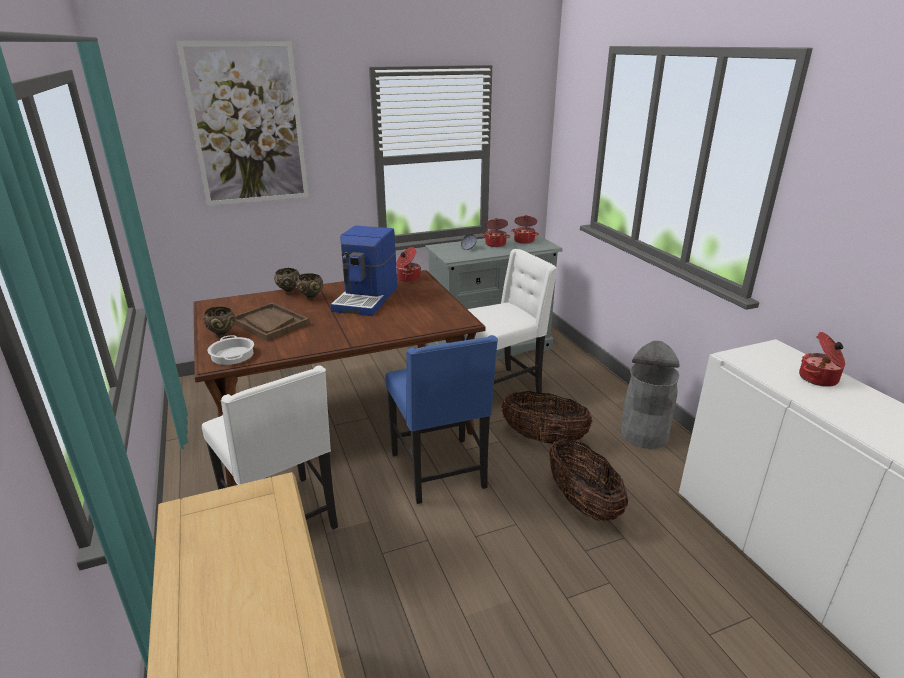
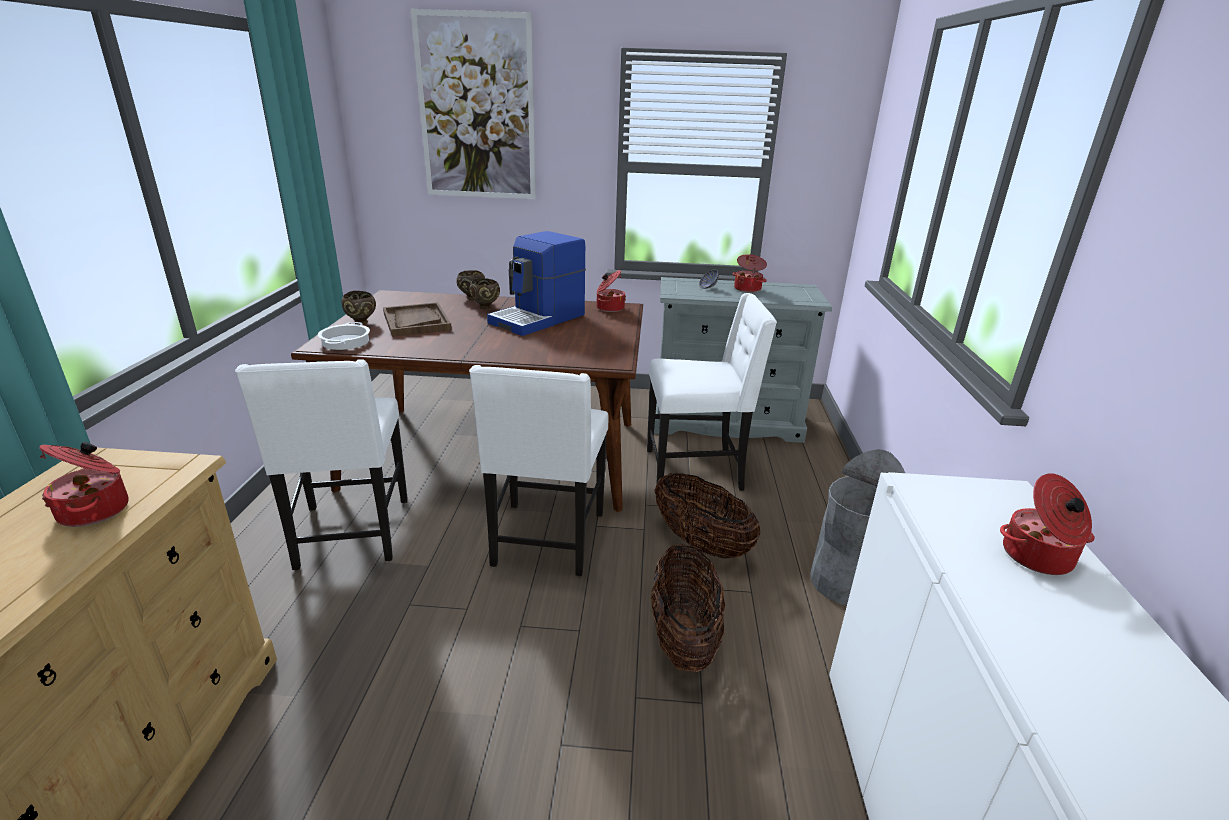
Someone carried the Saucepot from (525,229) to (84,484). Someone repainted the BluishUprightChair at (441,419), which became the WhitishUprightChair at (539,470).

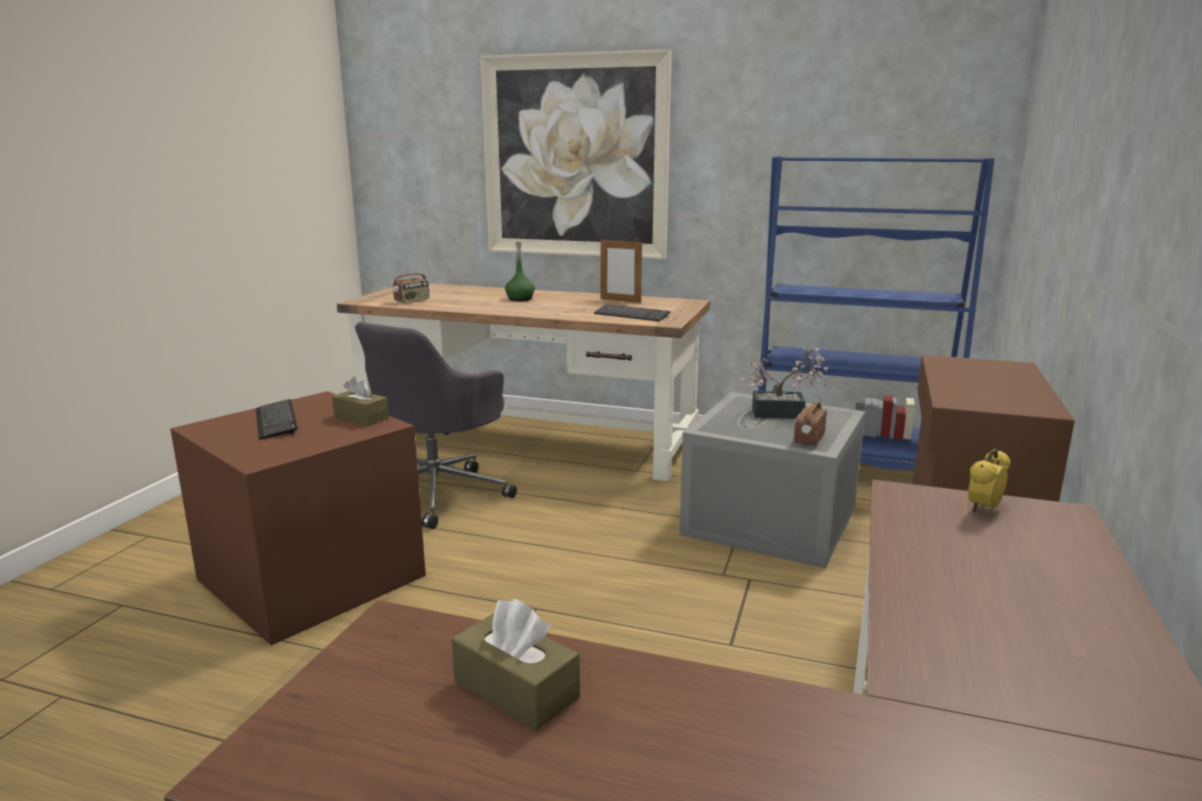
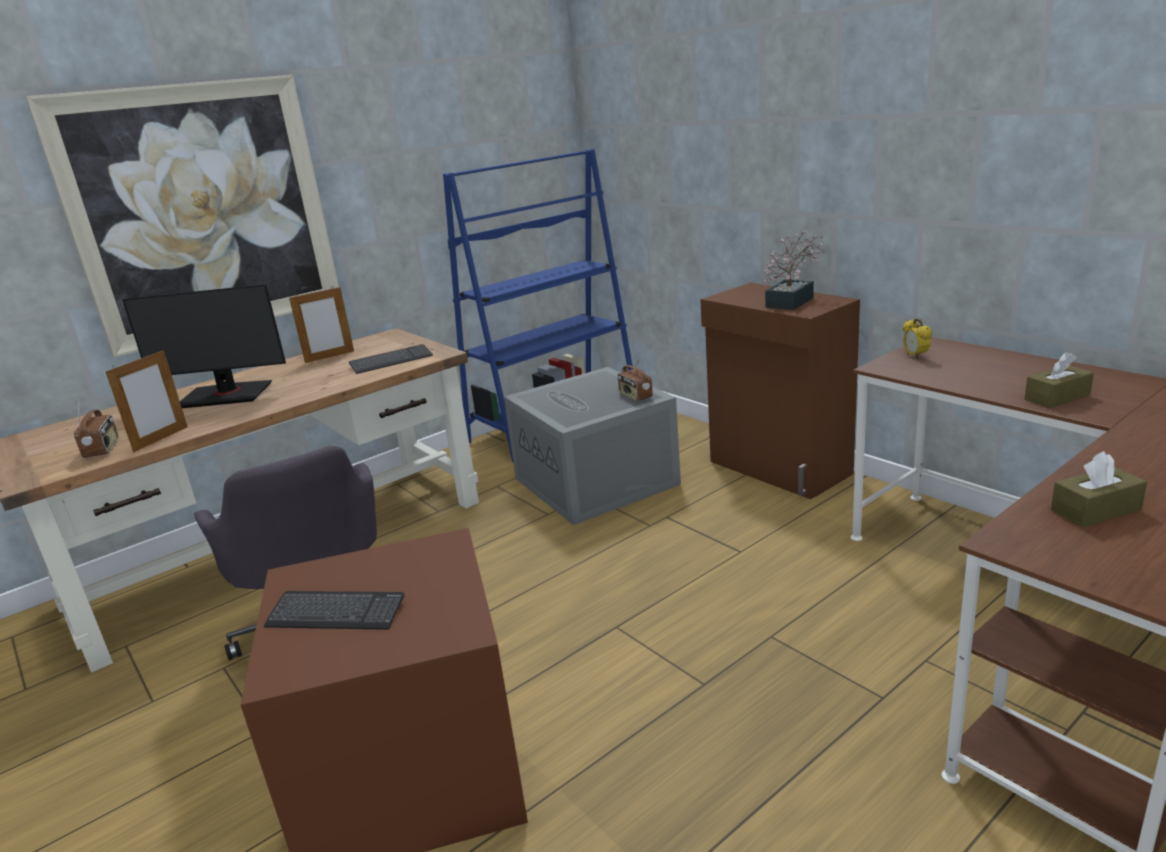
Someone put down the StandingFrame at (146,401). Someone carried the BrownColouredTissueBox from (360,401) to (1059,380). Someone carried the PlantInAPot from (784,383) to (794,270). Someone swapped the GreenColouredDrinkBottle at (520,271) for the Monitor at (204,346).

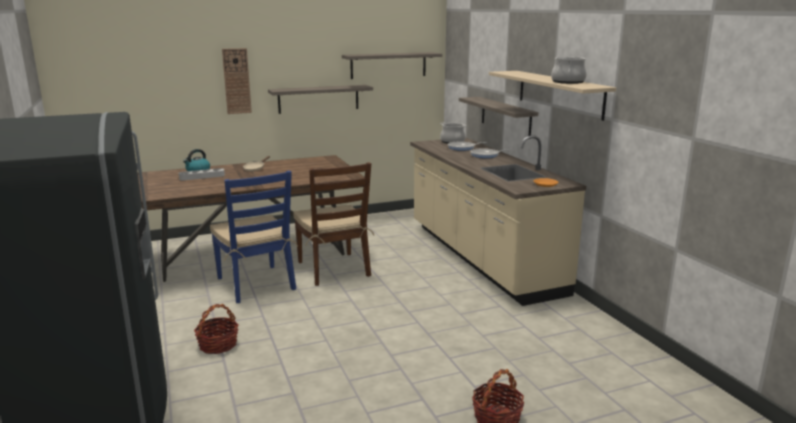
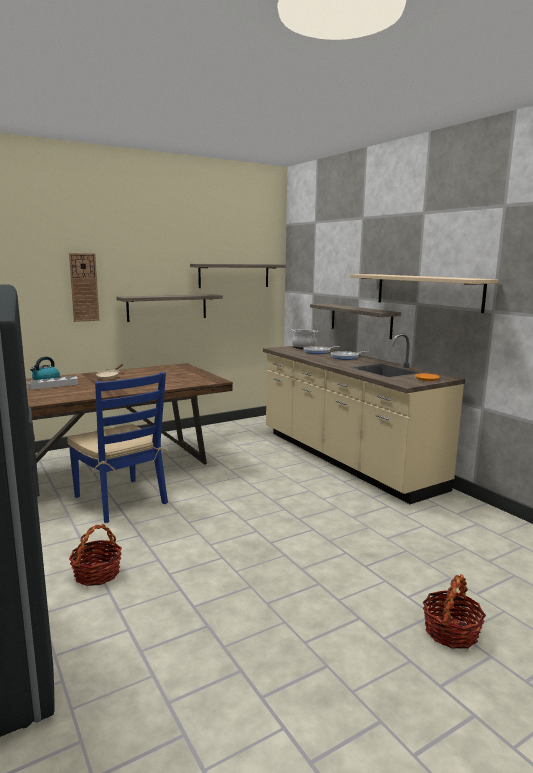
Someone took away the BrownColouredUprightChair at (333,224). Someone took away the Saucepot at (569,70).

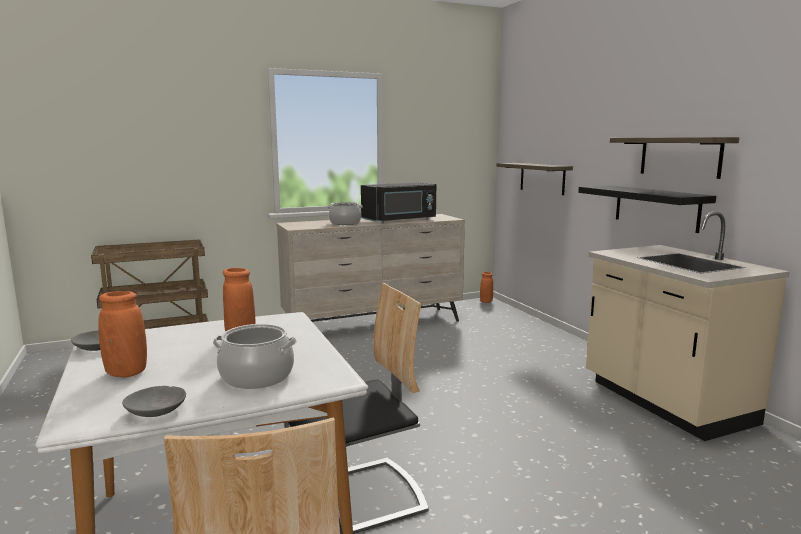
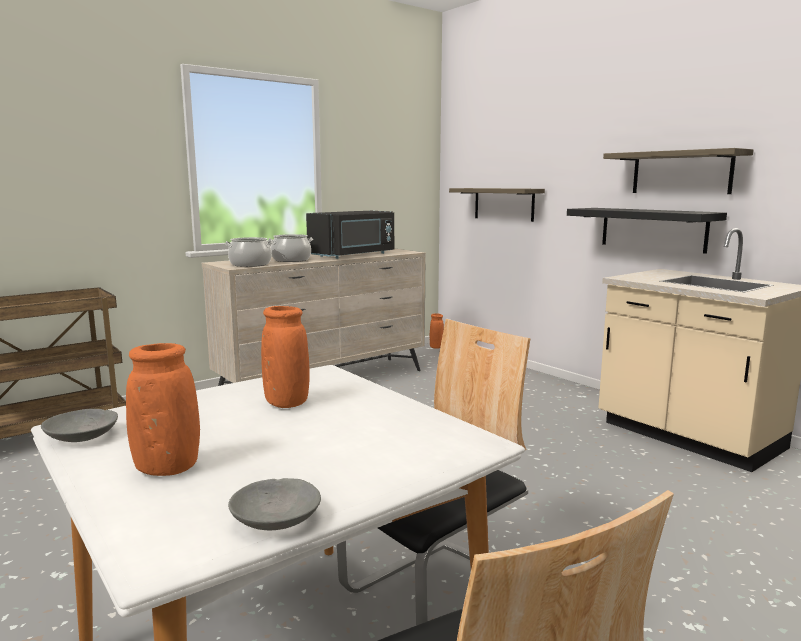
Someone carried the Saucepot from (255,356) to (249,252).

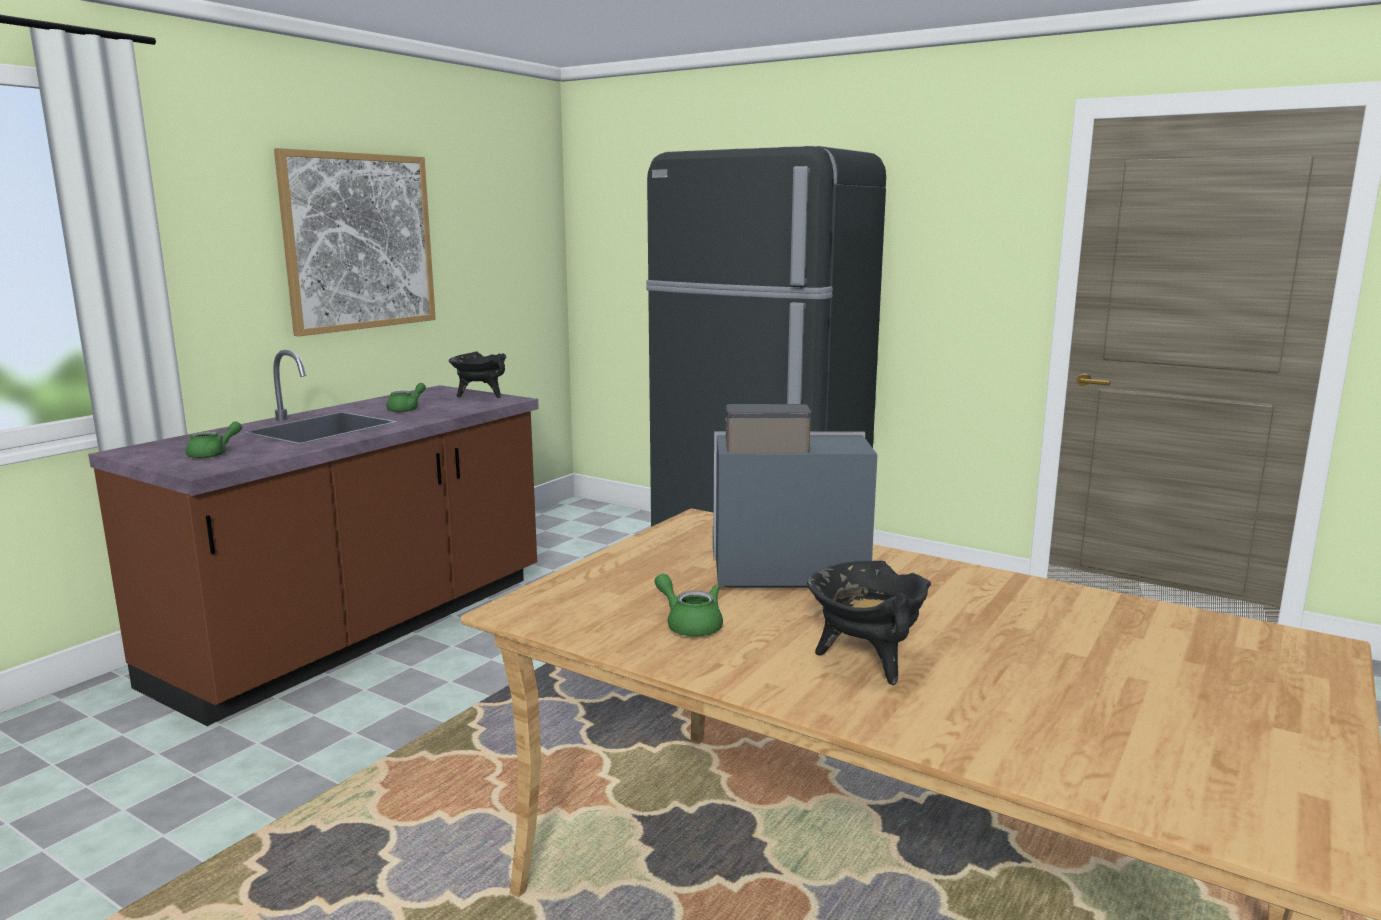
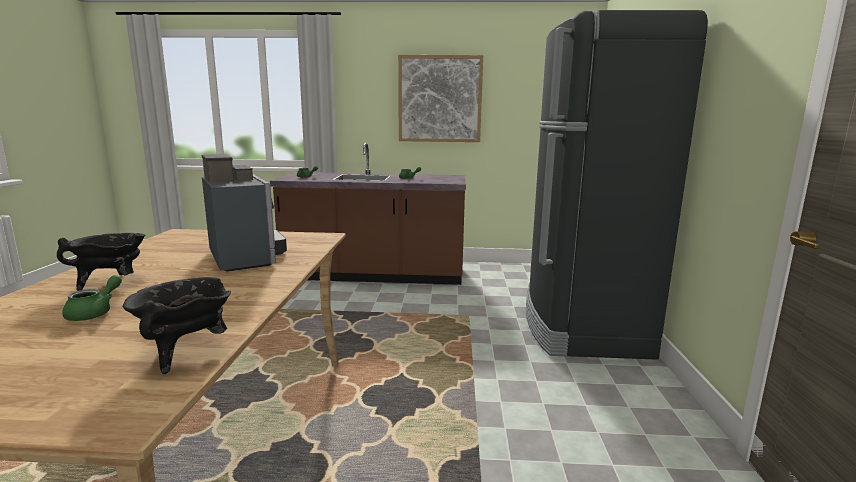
Someone carried the BlackishSaucepot from (477,375) to (177,325). Someone carried the GreenColouredPotForTea from (689,604) to (92,298).

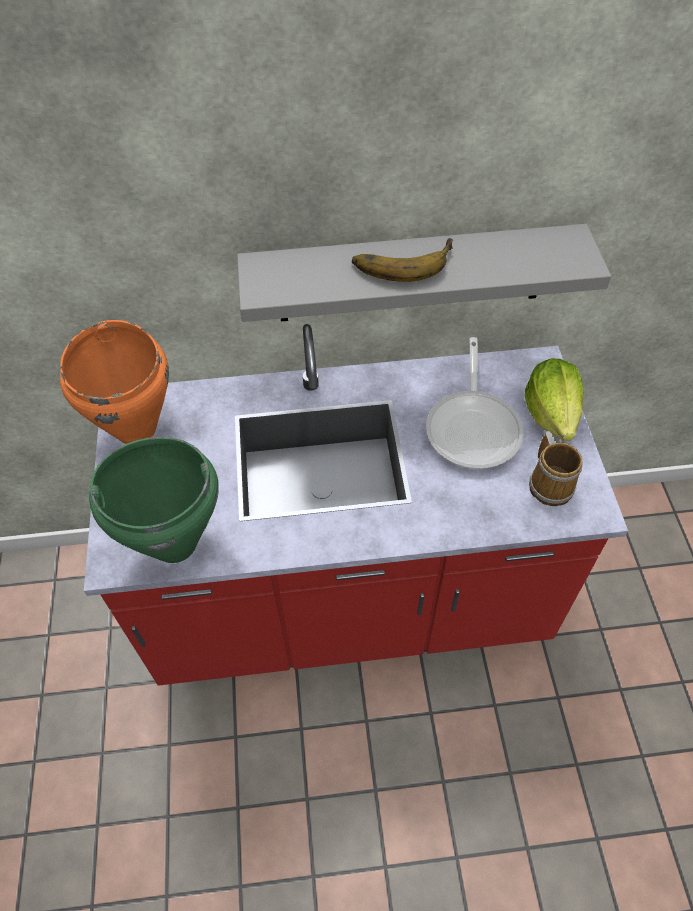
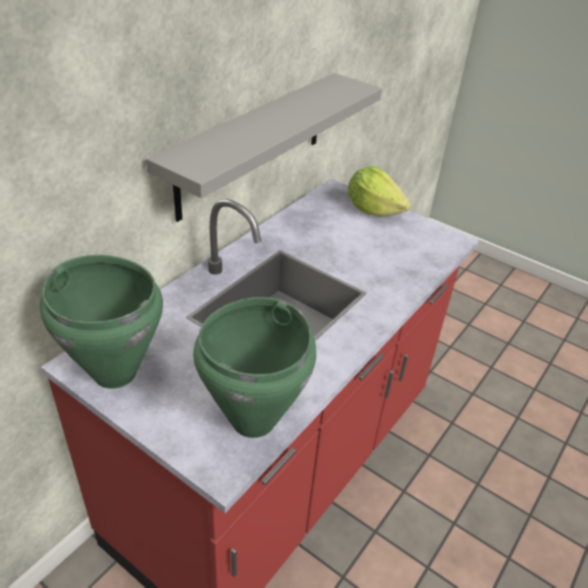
Someone took away the Banana at (402,260). Someone took away the Pan at (475,403). Someone took away the Mug at (556,468). Someone repainted the OrangeySaucepot at (114,382), which became the GreenColouredSaucepot at (101,322).

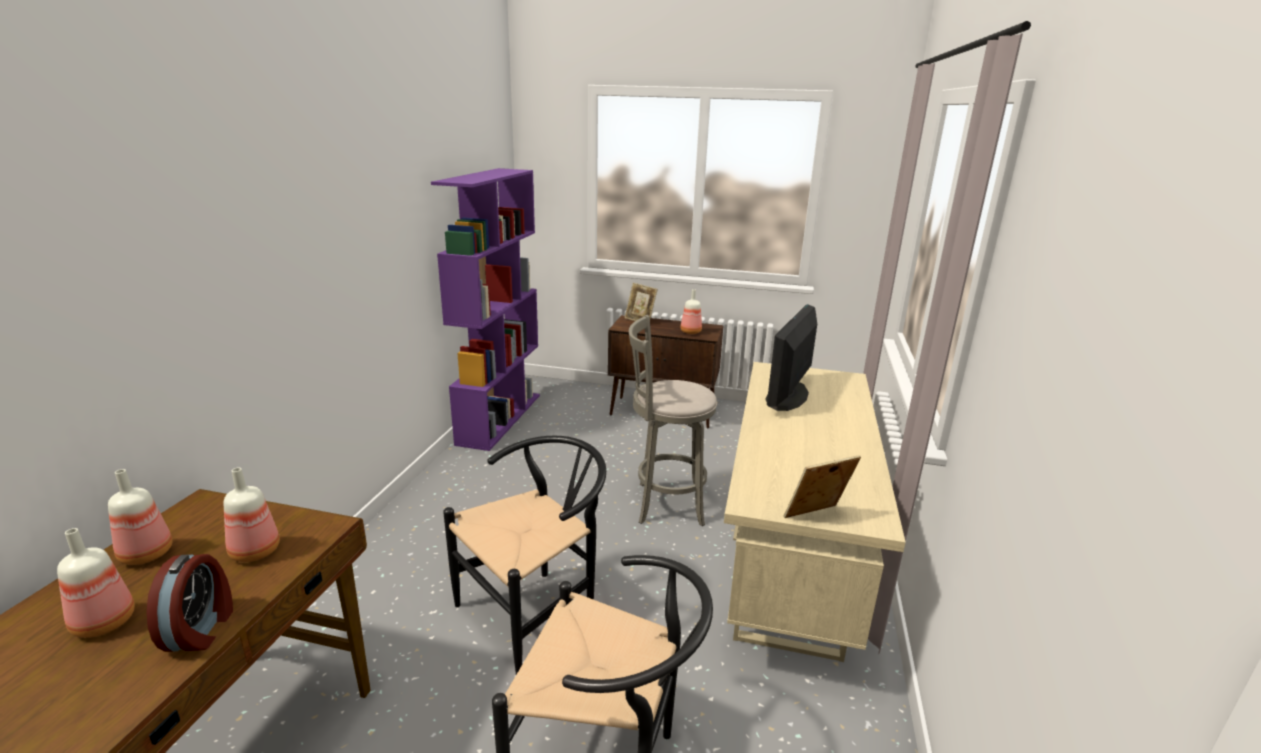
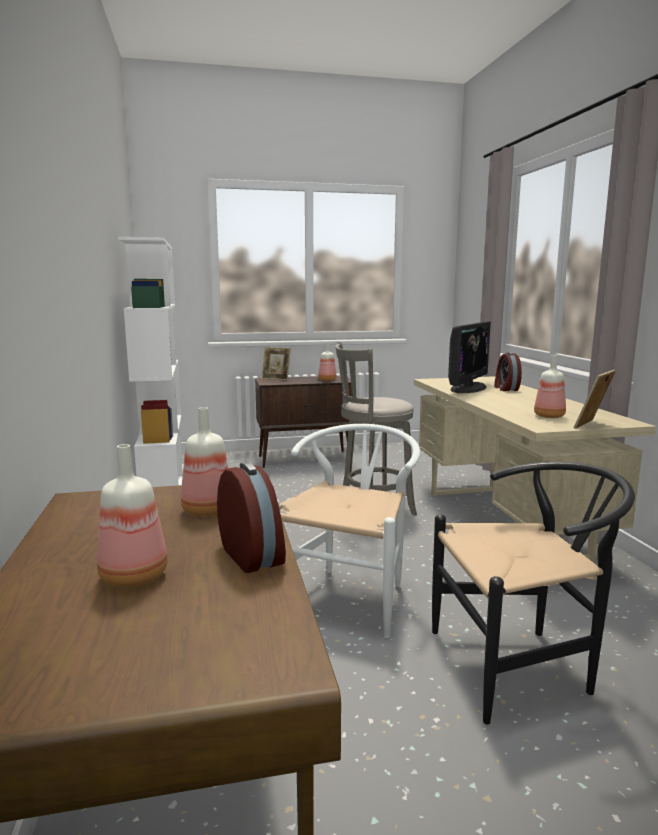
Someone put down the BedsideClock at (508,371). Someone carried the DrinkBottle from (140,517) to (550,386). Someone repainted the PurplishBookcase at (485,309), which became the WhitishBookcase at (151,362). Someone repainted the BlackishUprightChair at (524,555), which became the WhitishUprightChair at (348,531). Someone rotated the Monitor at (791,357) by 150 degrees counterclockwise.

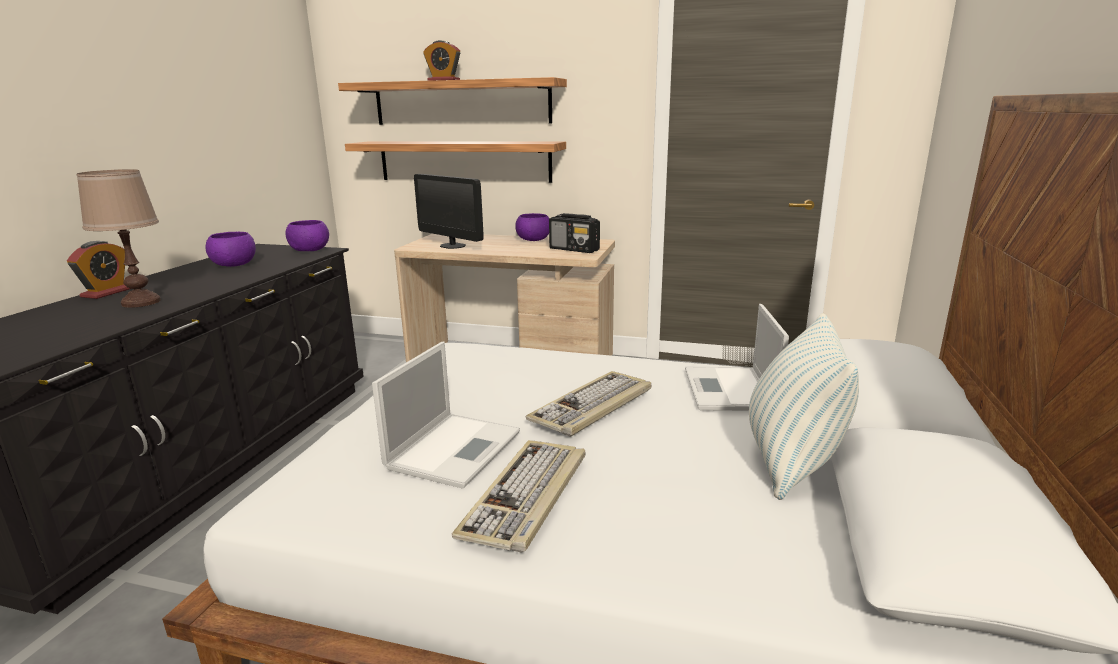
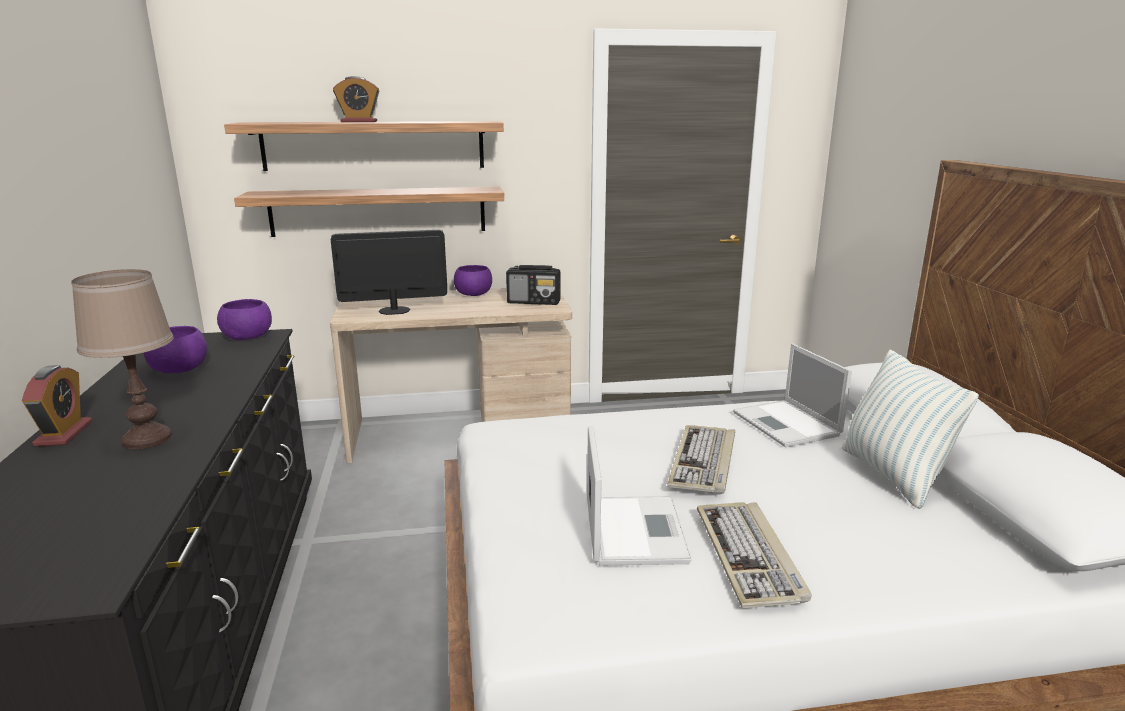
Someone rotated the Monitor at (449,211) by 150 degrees clockwise.

